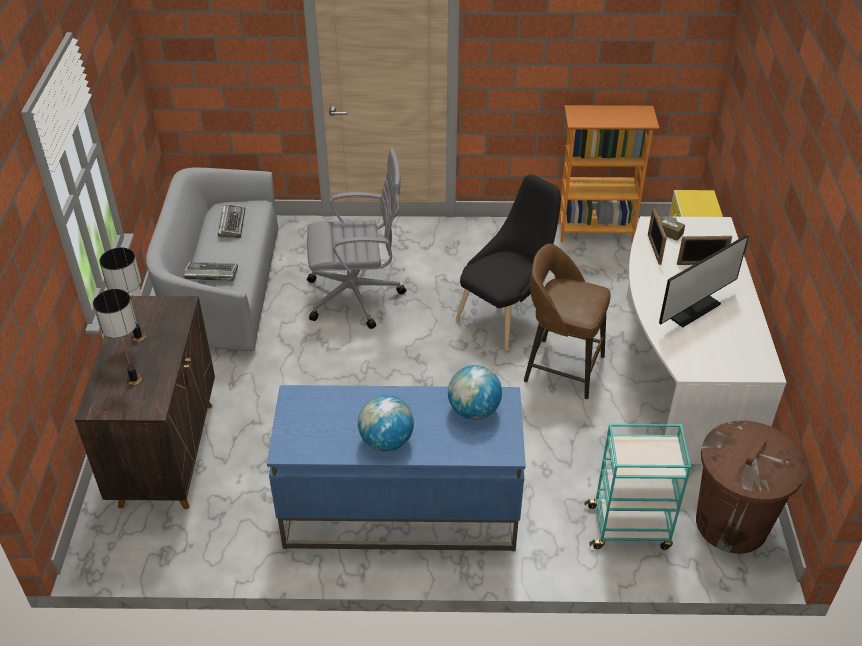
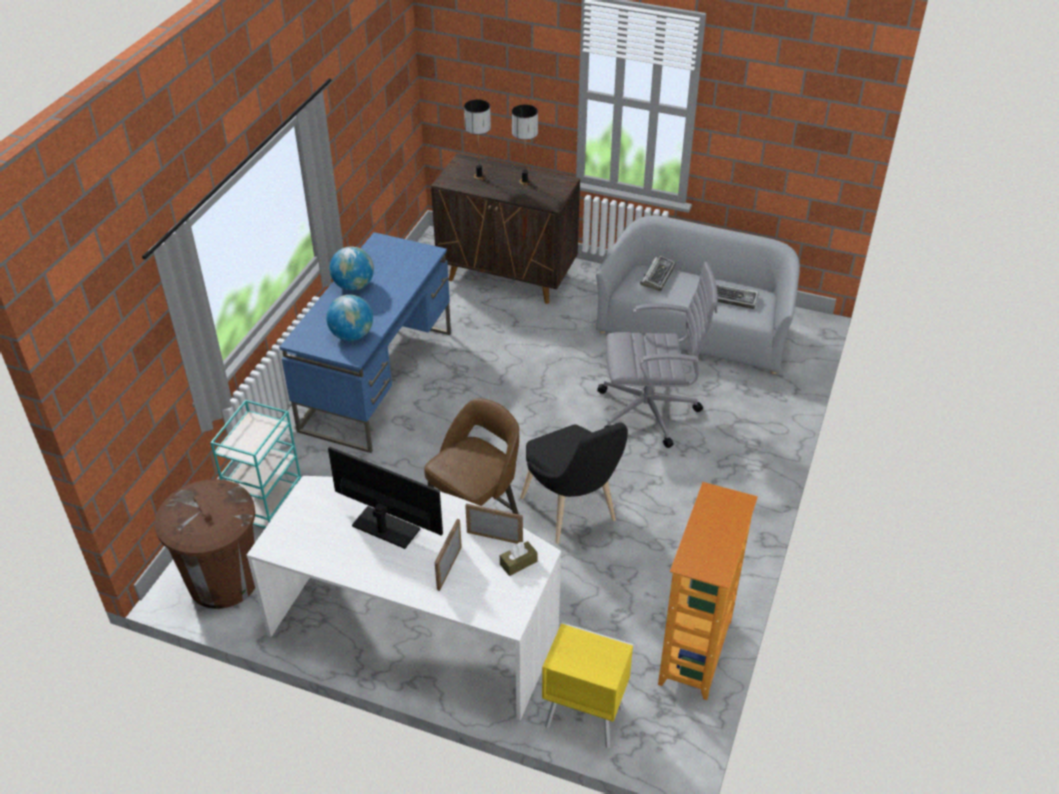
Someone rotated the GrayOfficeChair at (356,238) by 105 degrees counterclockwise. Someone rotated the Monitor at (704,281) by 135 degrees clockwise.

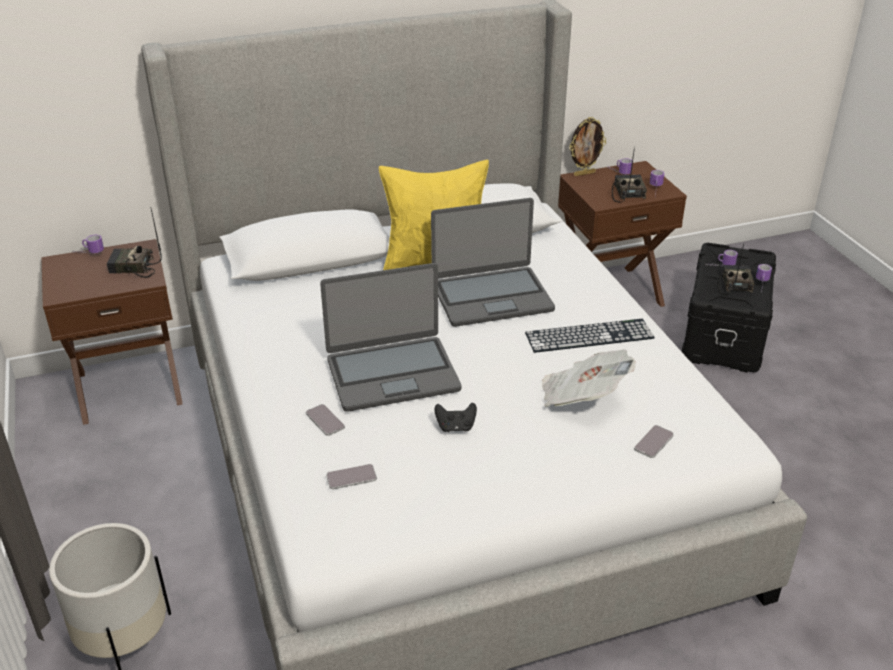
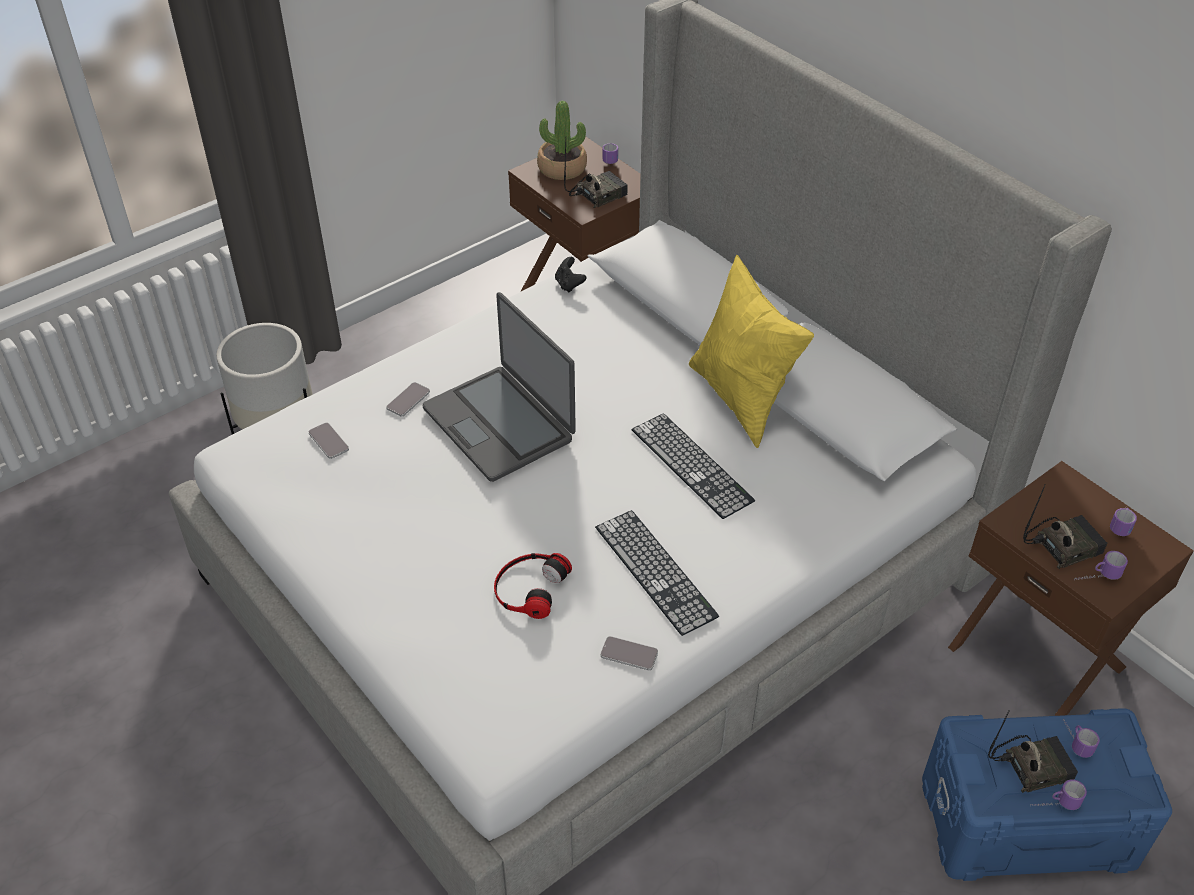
Someone took away the StandingFrame at (587,146). Someone put down the PlantInAPot at (562,140). Someone carried the BlackishGamepad from (456,417) to (570,275). Someone carried the Handset from (654,441) to (629,653). Someone swapped the PortableComputer at (493,262) for the Keyboard at (693,466). Someone swapped the DailyPaper at (589,378) for the Headset at (533,586). Someone repainted the BlackishStorageBox at (729,308), which became the BluishStorageBox at (1047,794). Someone rotated the RadioReceiver at (134,243) by 75 degrees clockwise.

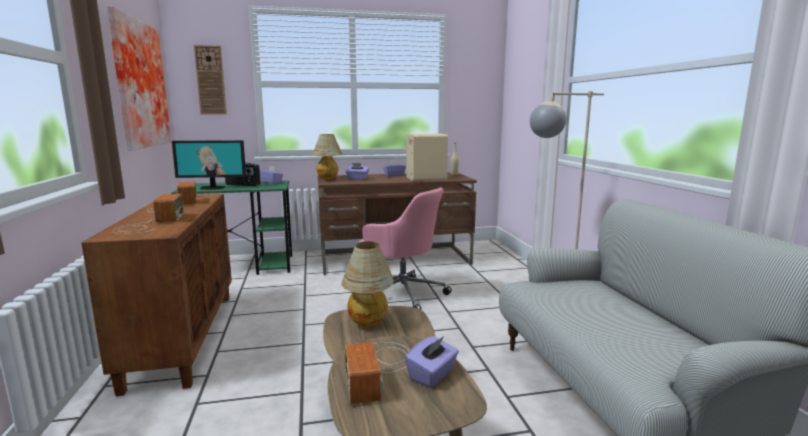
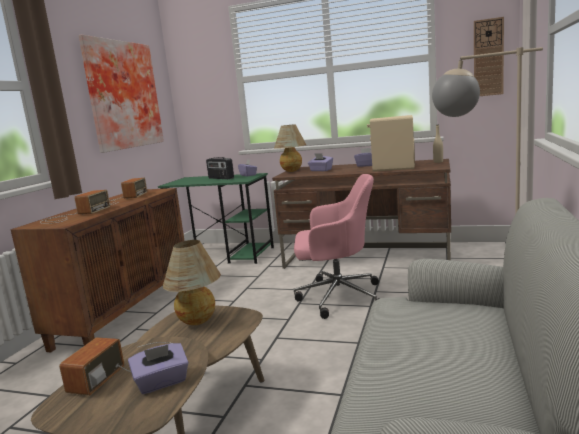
Someone took away the Monitor at (209,165). Someone carried the ClockOnTheWall from (210,80) to (489,56). Someone rotated the PinkOfficeChair at (405,249) by 60 degrees counterclockwise.

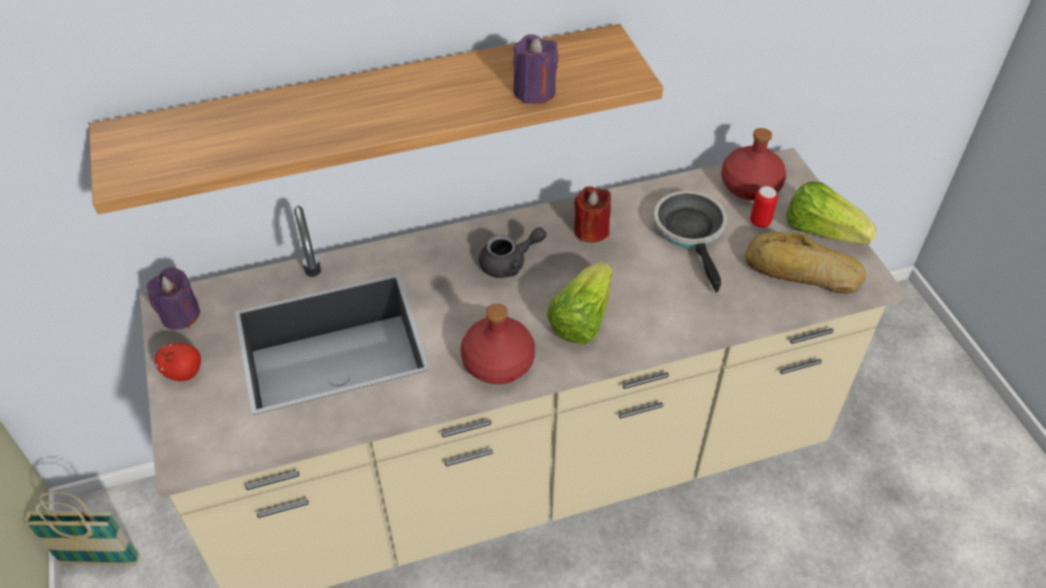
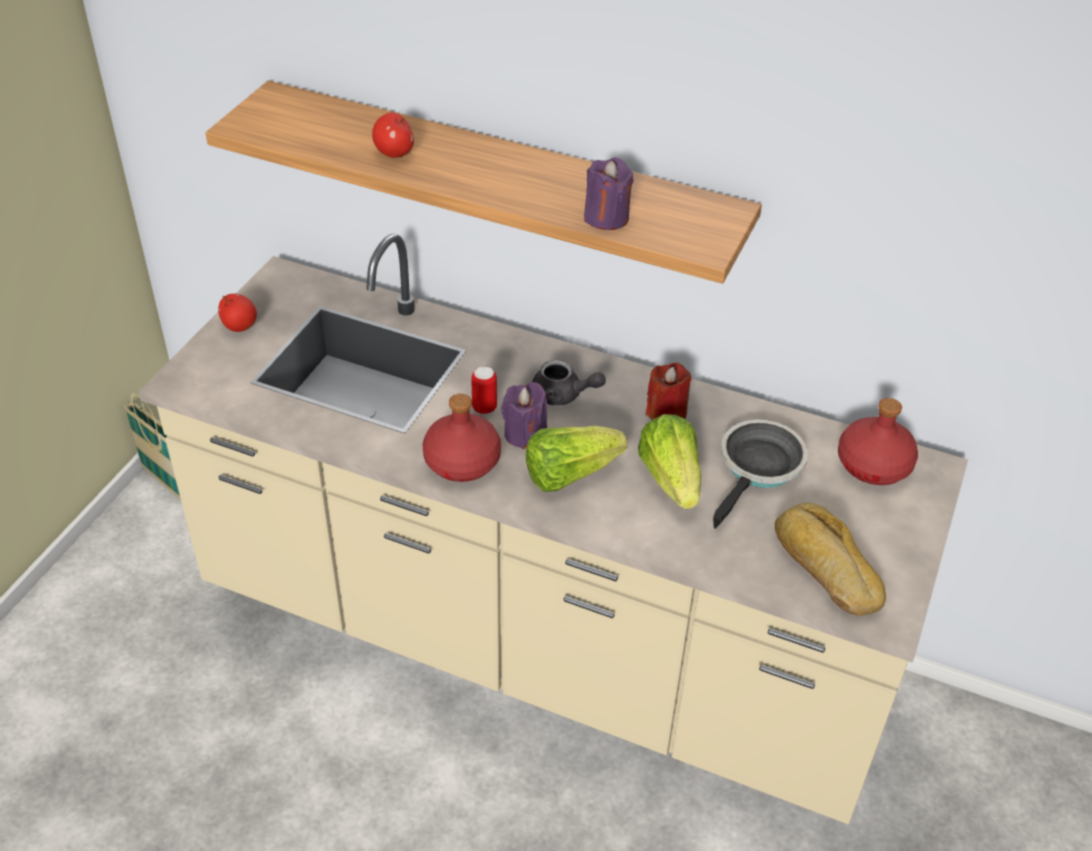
Someone put down the Apple at (393,135). Someone carried the PurplishCandle from (173,298) to (524,415). Someone carried the SealedCan from (764,207) to (484,390). Someone carried the LettuceHead from (831,212) to (669,461).

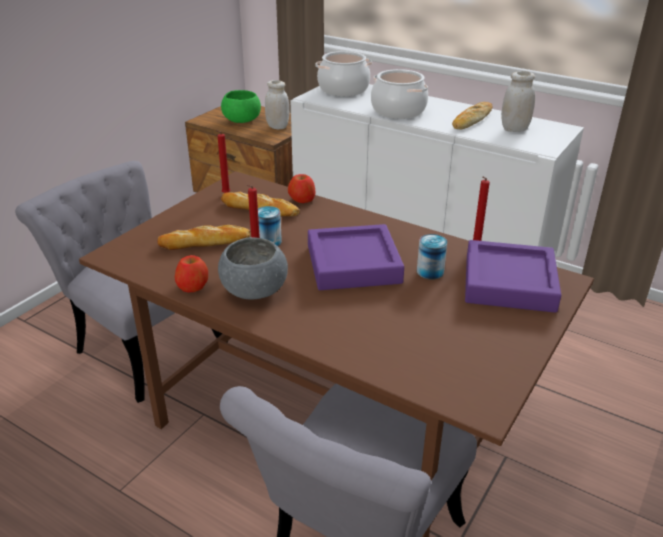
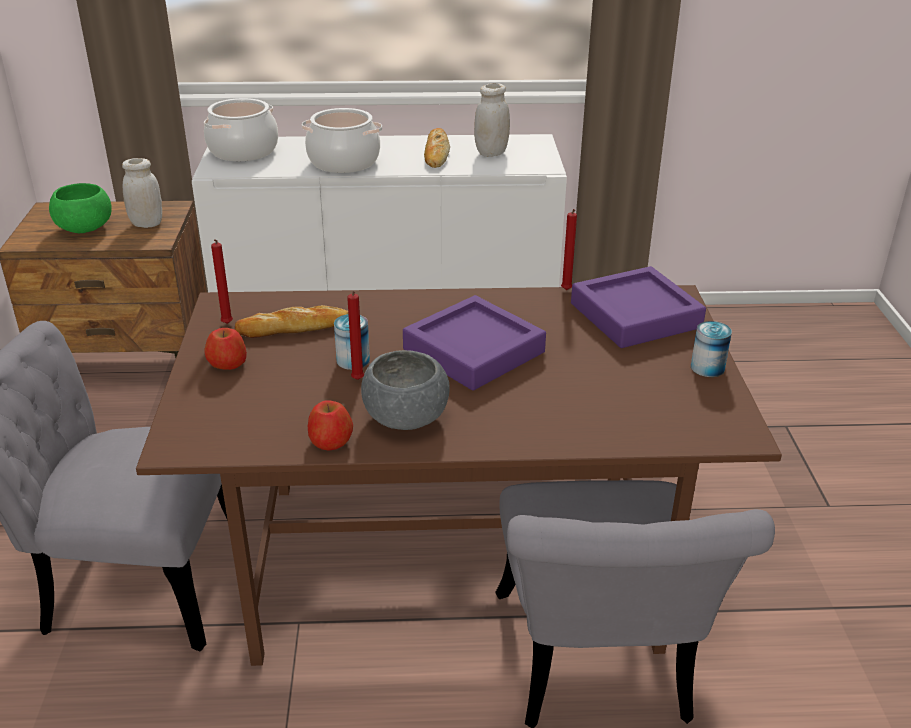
Someone took away the Bread at (203,237). Someone carried the Apple from (302,188) to (226,349). Someone carried the SealedCan from (432,256) to (711,349).

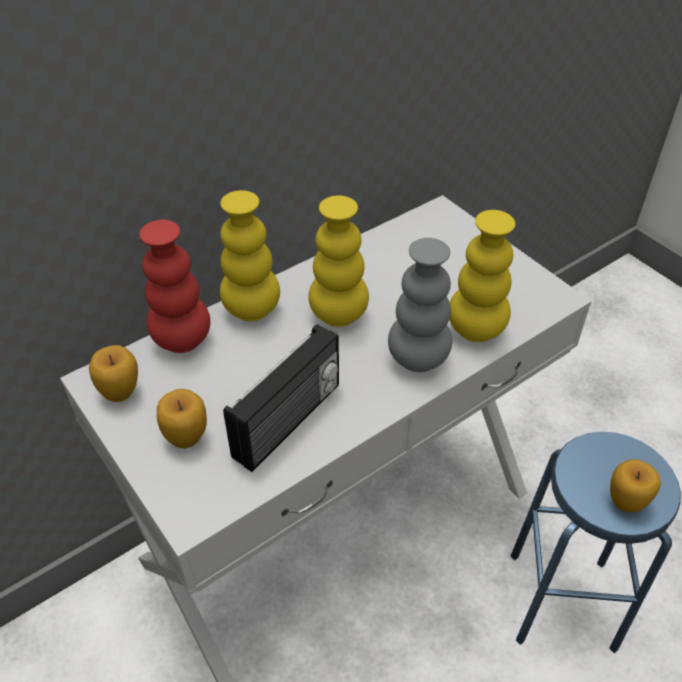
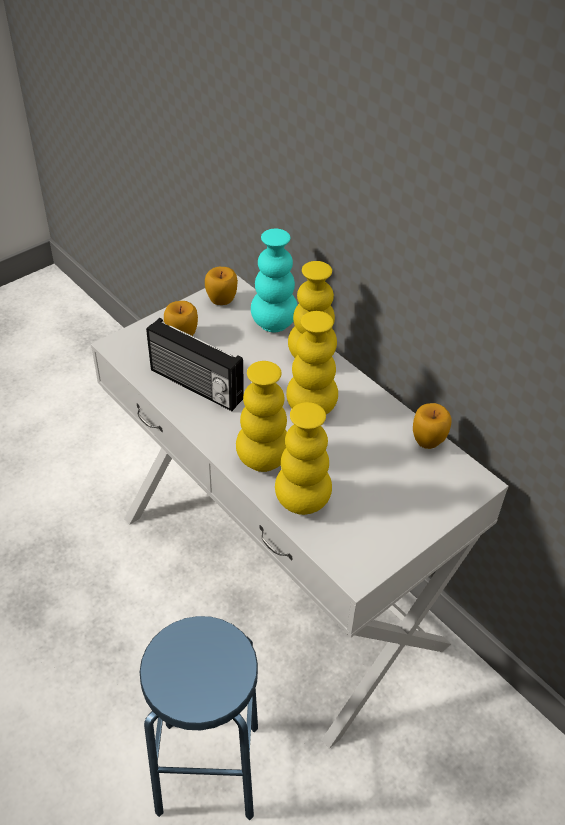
Someone carried the Apple from (635,485) to (432,426). Someone repainted the ReddishFlowerVase at (175,286), which became the TurquoiseFlowerVase at (274,280). Someone repainted the GrayFlowerVase at (420,305), which became the YellowishFlowerVase at (261,416).

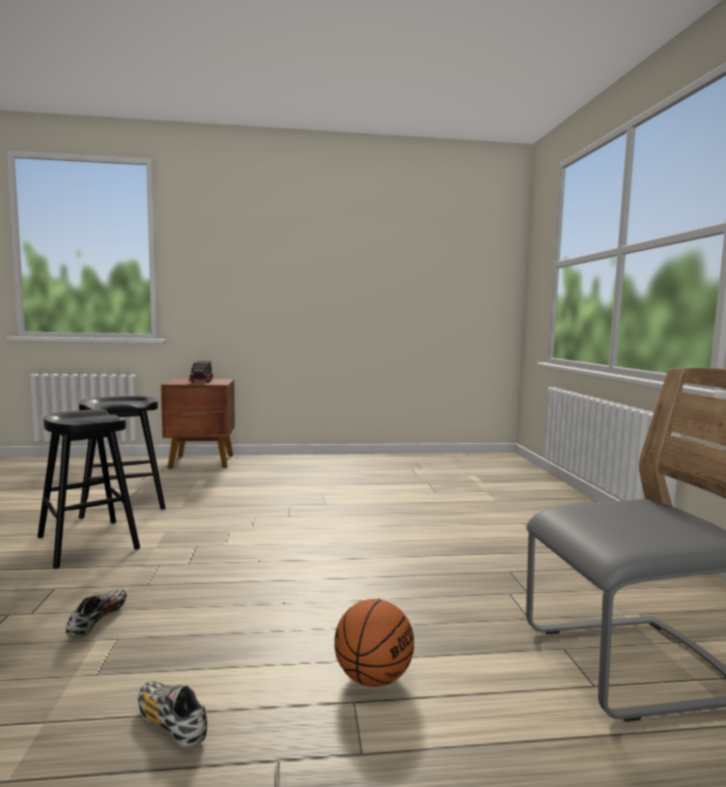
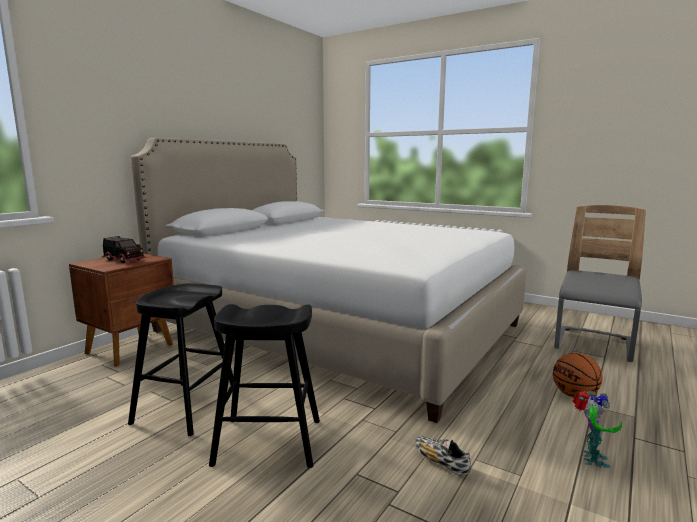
Someone put down the WhitishSleepingBed at (329,280). Someone swapped the ItemOfFootwear at (172,714) for the ToyRobot at (597,429).

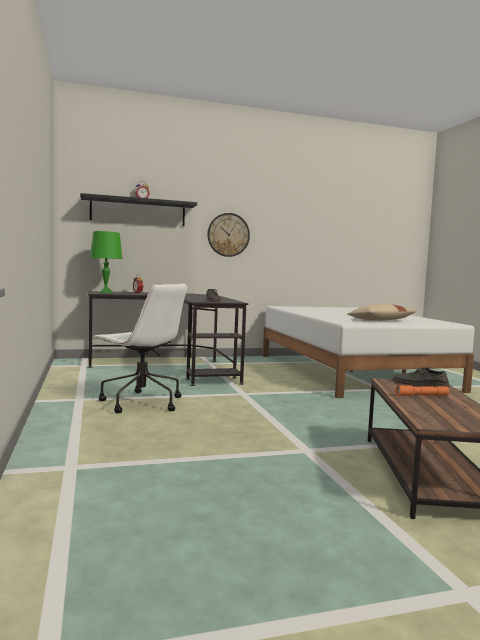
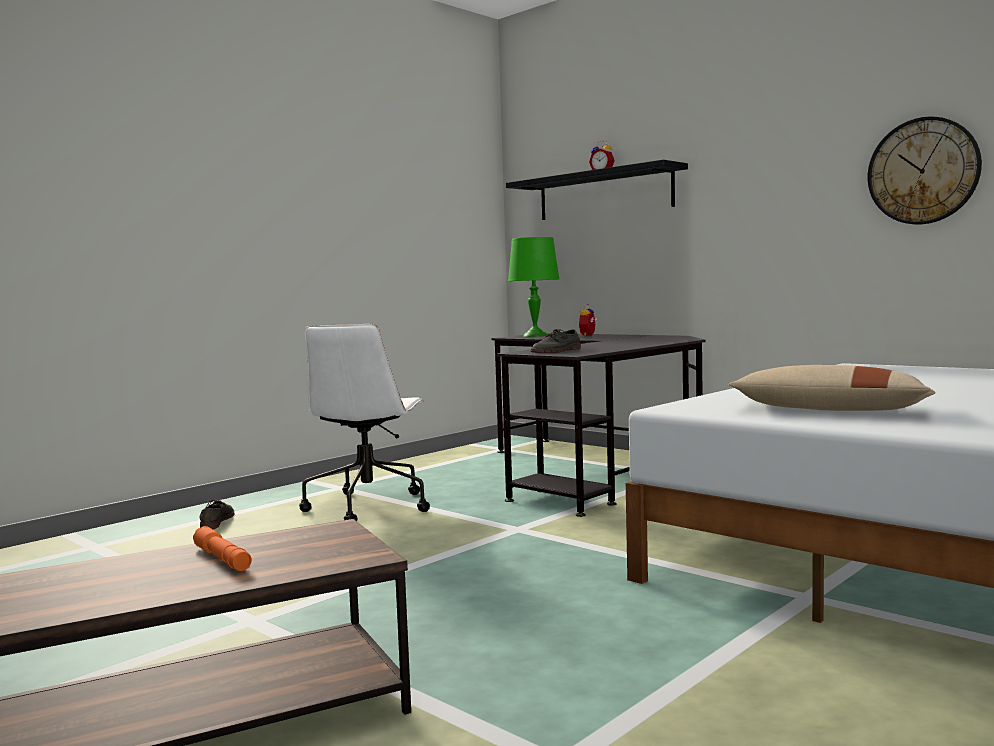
Someone carried the ClockOnTheWall from (228,235) to (925,170). Someone carried the GrayItemOfFootwear from (421,377) to (217,515).

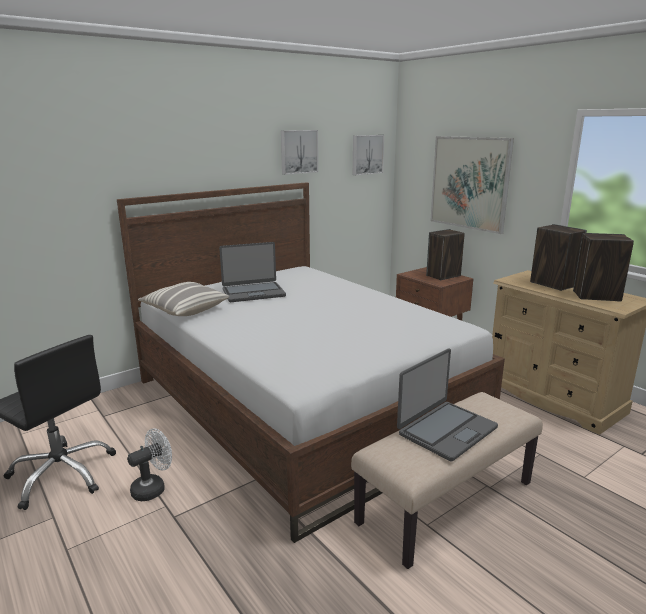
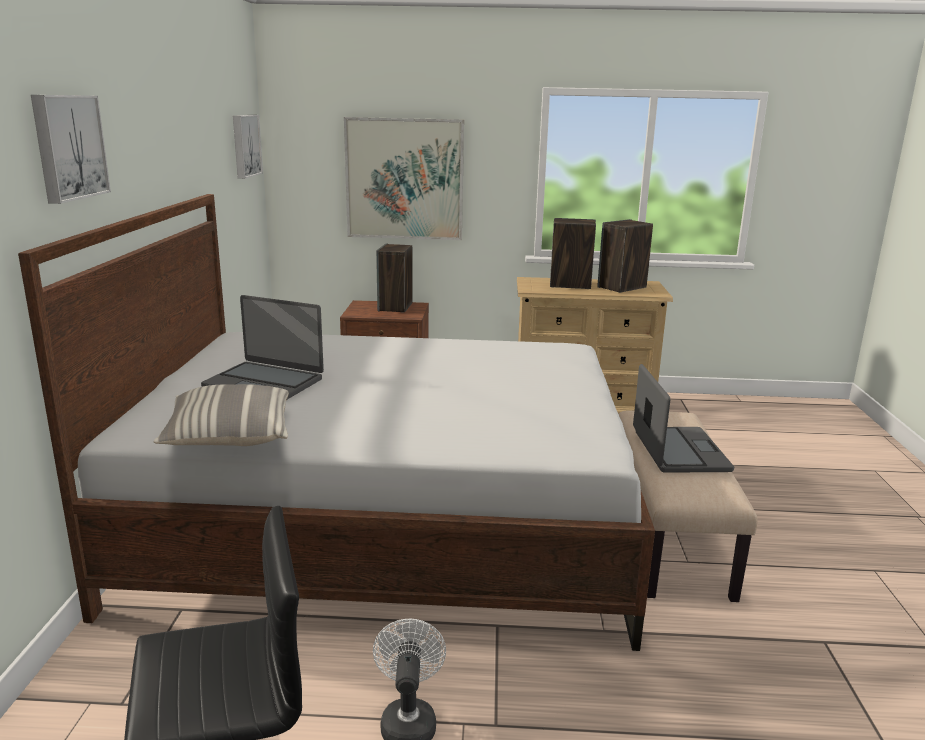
Someone carried the WallArt from (299,152) to (71,149). Someone rotated the PortableComputer at (252,272) by 90 degrees clockwise.

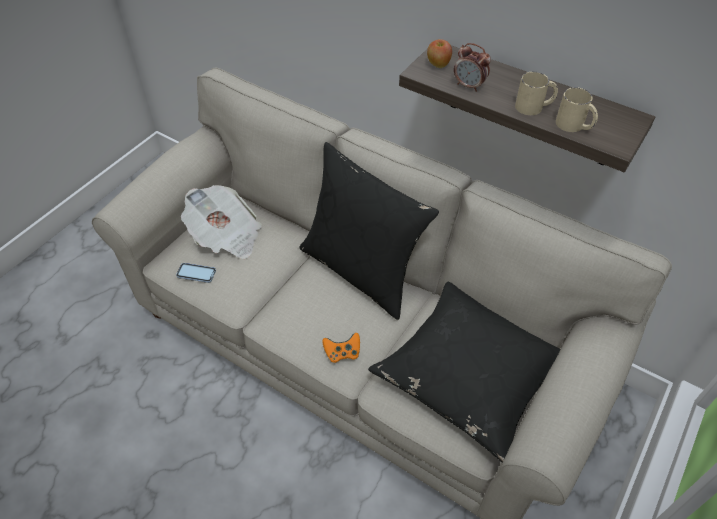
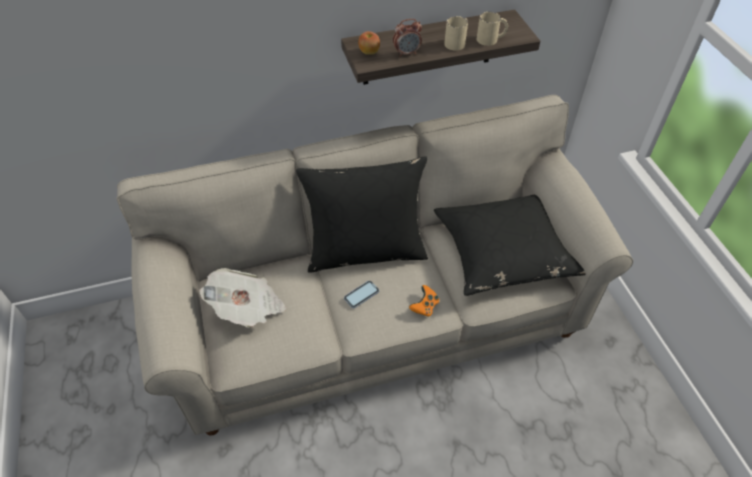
Someone carried the Handset from (196,273) to (361,294).

